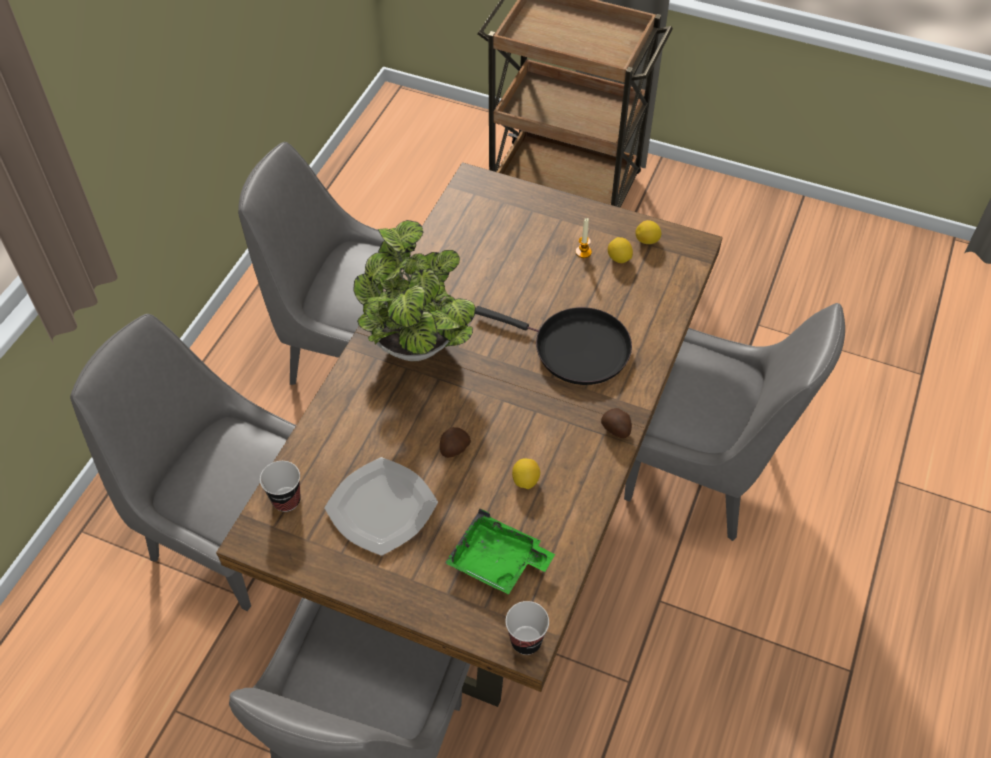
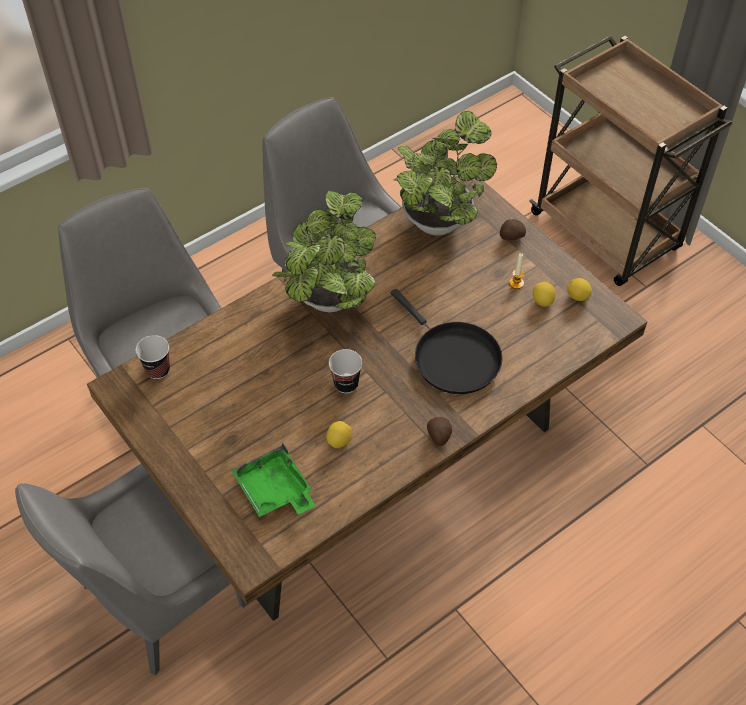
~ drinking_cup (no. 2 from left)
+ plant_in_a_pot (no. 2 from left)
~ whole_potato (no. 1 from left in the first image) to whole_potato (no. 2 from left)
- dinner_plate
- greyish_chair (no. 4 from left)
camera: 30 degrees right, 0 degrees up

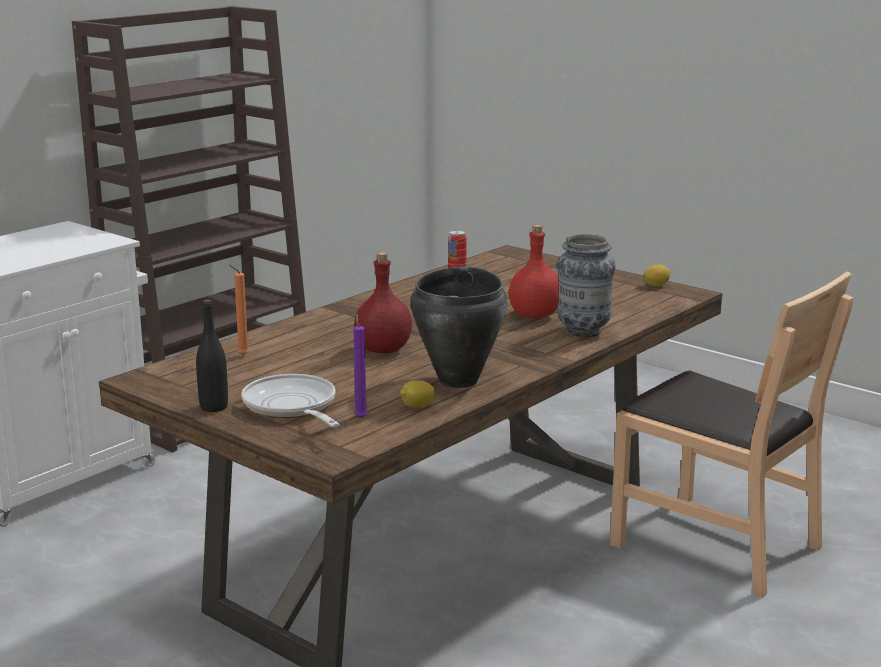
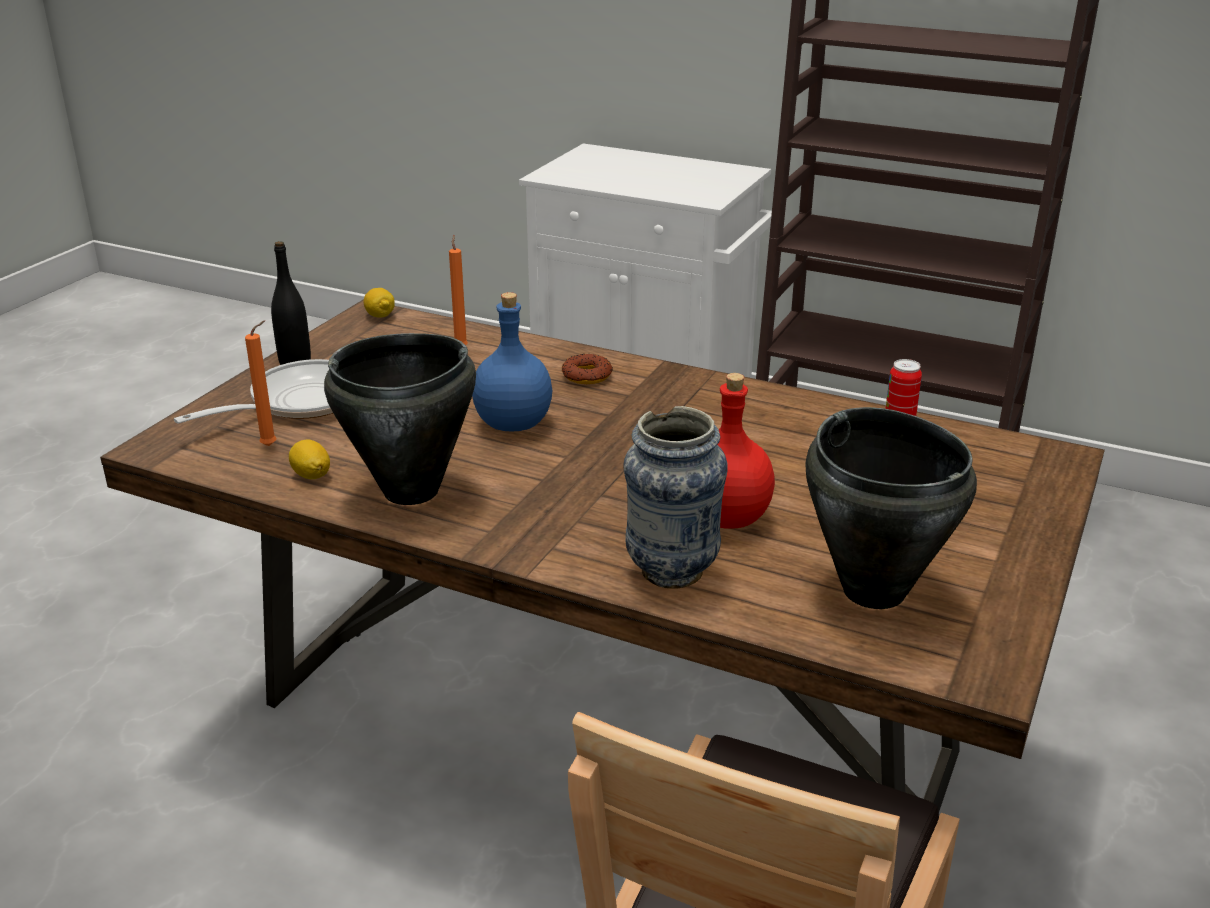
~ purplish_wax_light to orange_wax_light (no. 1 from left)
~ lemon (no. 2 from left)
~ red_beverage_bottle (no. 1 from left) to bluish_beverage_bottle
+ ring_doughnut
+ blackish_saucepot (no. 2 from left)
camera: 75 degrees right, 10 degrees up

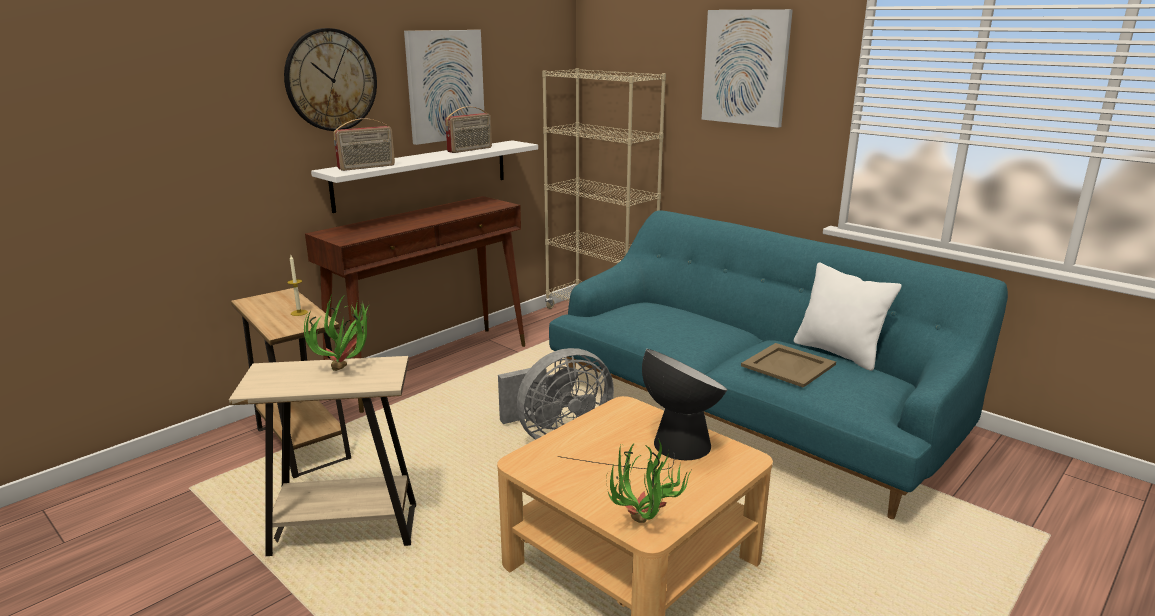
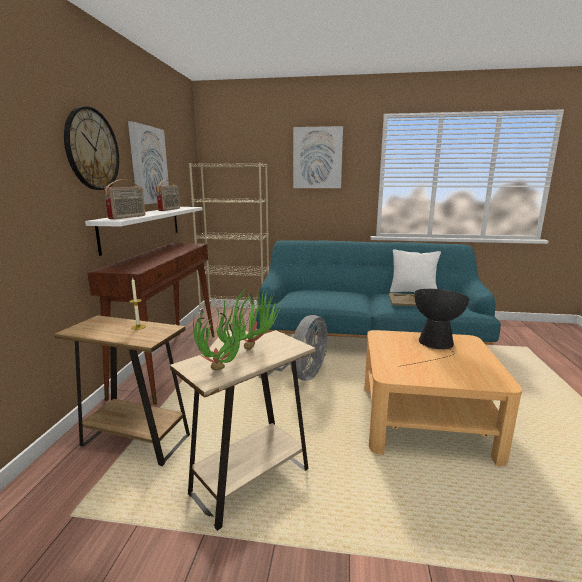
~ plant_in_a_pot (no. 2 from left in the first image) to plant_in_a_pot (no. 1 from left)
camera: 35 degrees left, 5 degrees down

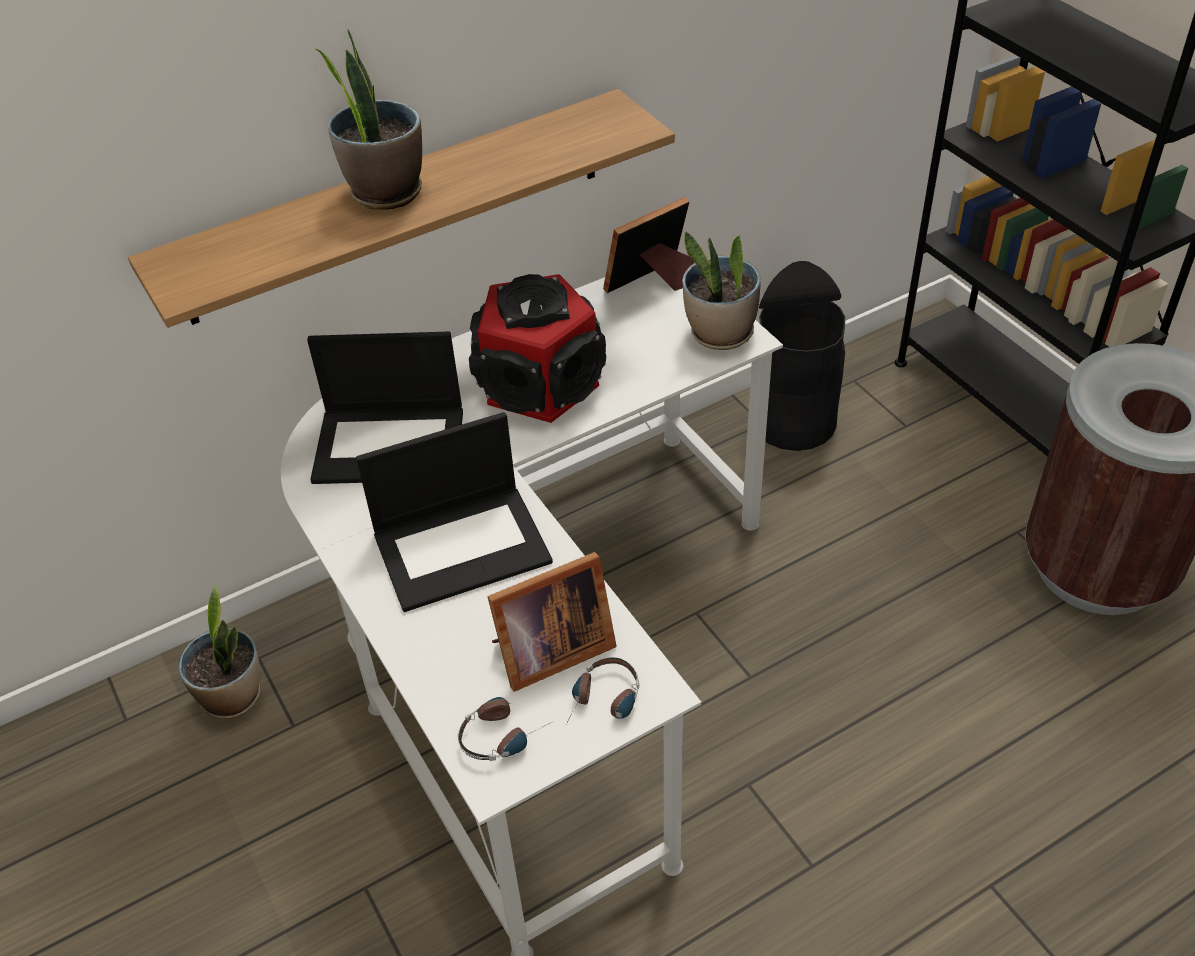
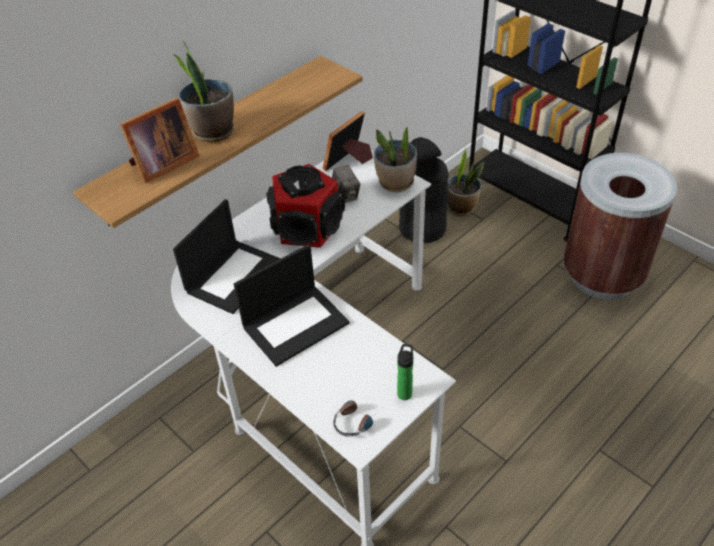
~ photo_frame (no. 1 from left)
~ portable_computer (no. 1 from left) 45 degrees counterclockwise
+ still_camera
~ pair_of_headphones (no. 2 from left) to beverage_bottle
~ plant_in_a_pot (no. 1 from left in the first image) to plant_in_a_pot (no. 3 from left)
camera: 15 degrees left, 0 degrees up

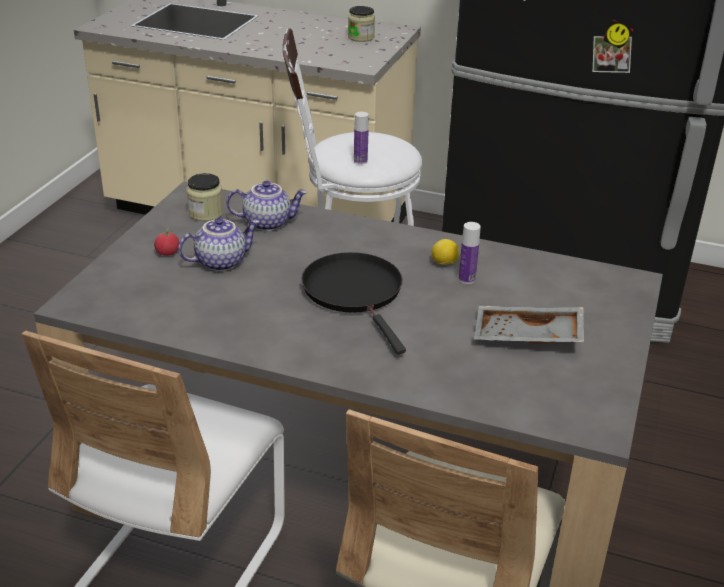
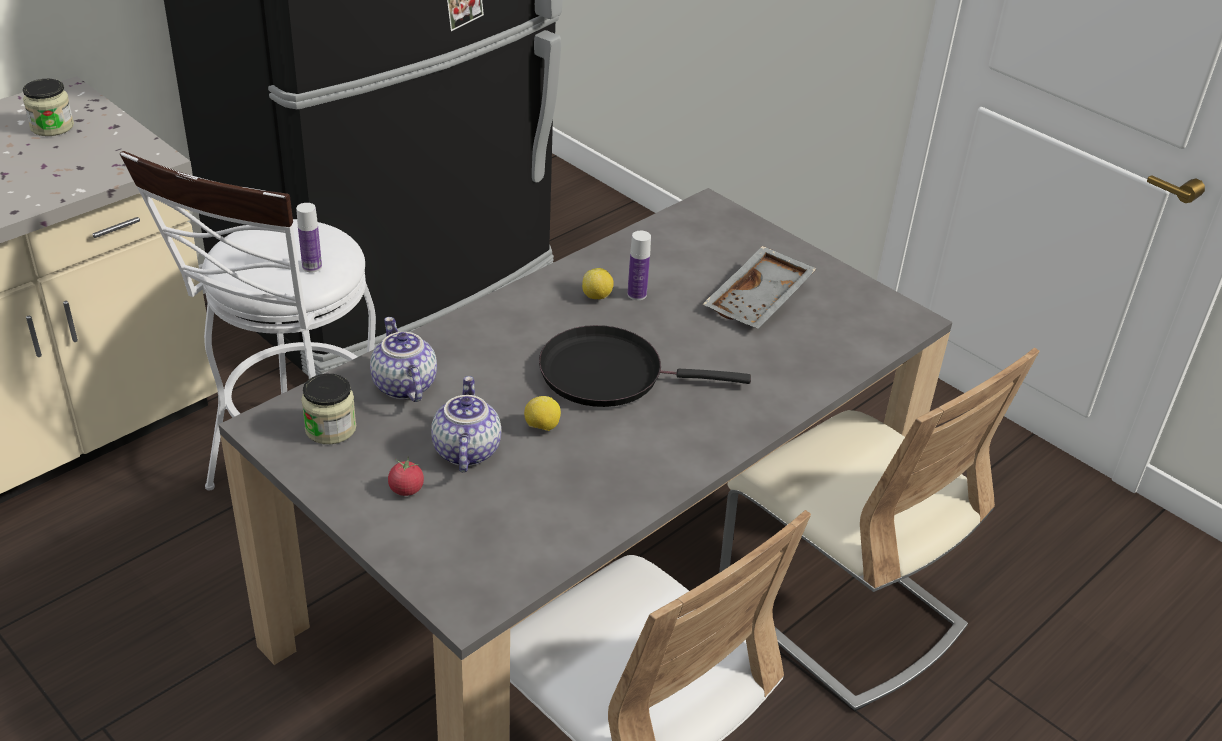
~ teapot (no. 2 from left in the first image) 45 degrees counterclockwise
+ lemon (no. 1 from left)
camera: 65 degrees left, 5 degrees up

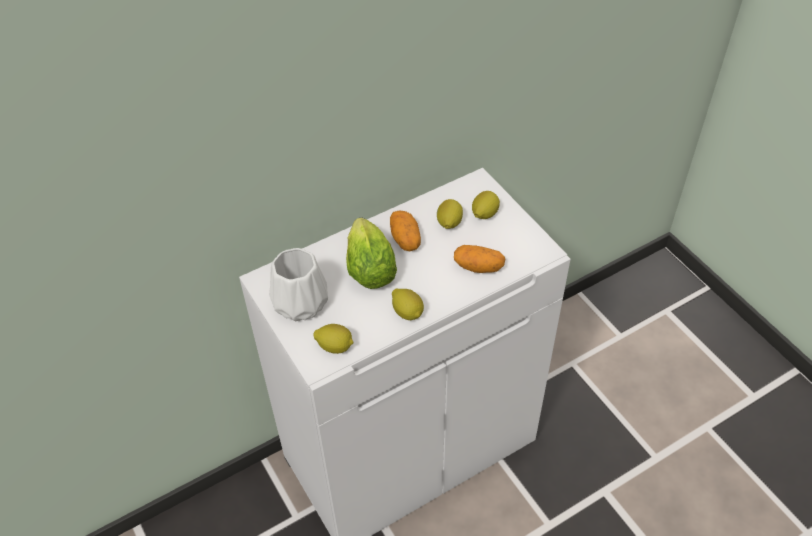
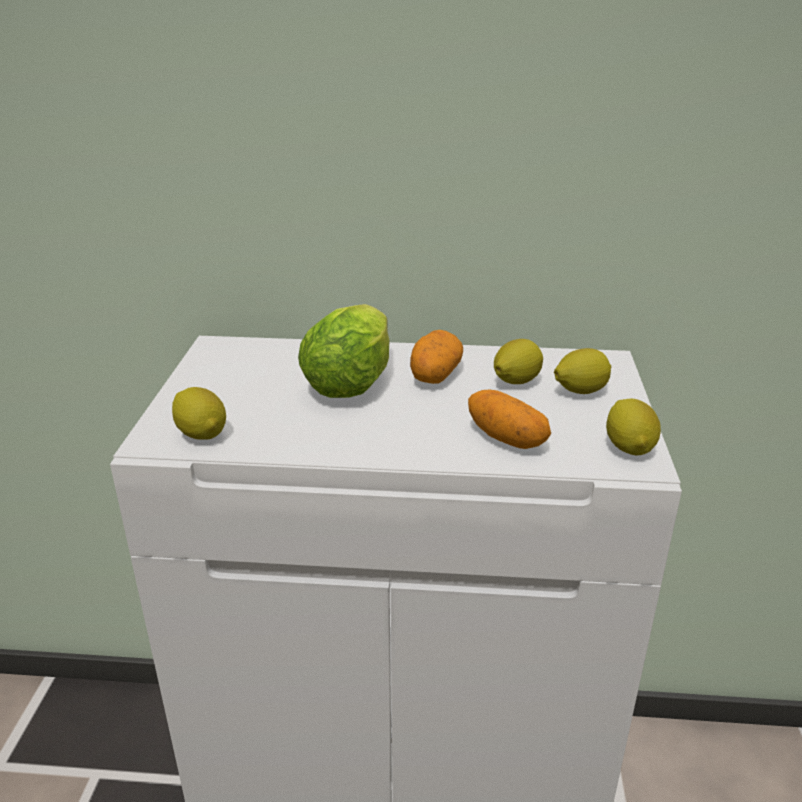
~ lemon (no. 2 from left in the first image) to lemon (no. 4 from left)
- whitish_decorative_vase
camera: 35 degrees right, 20 degrees down

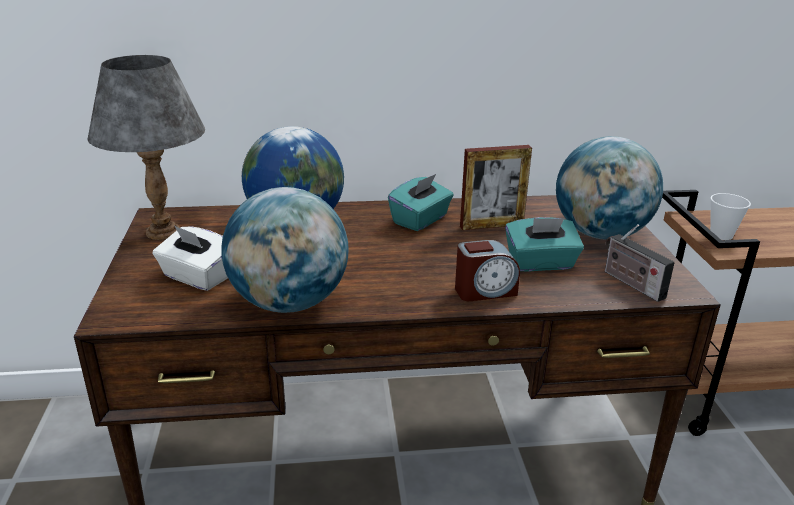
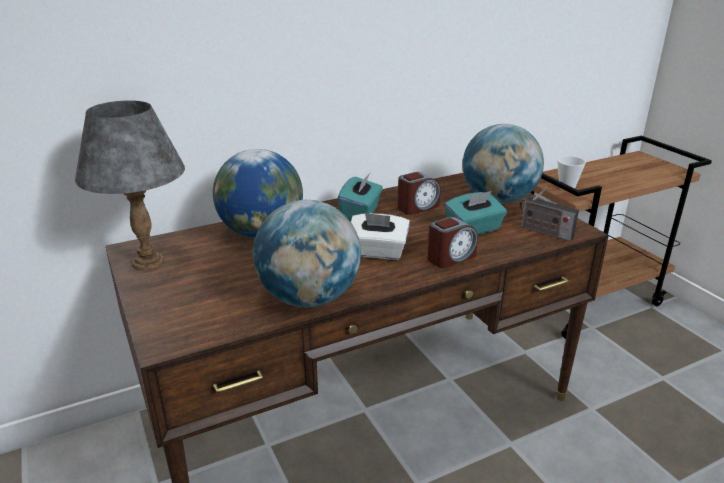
~ whitish_tissue_holder
~ photo_frame to table_clock (no. 1 from left)
camera: 20 degrees left, 0 degrees up

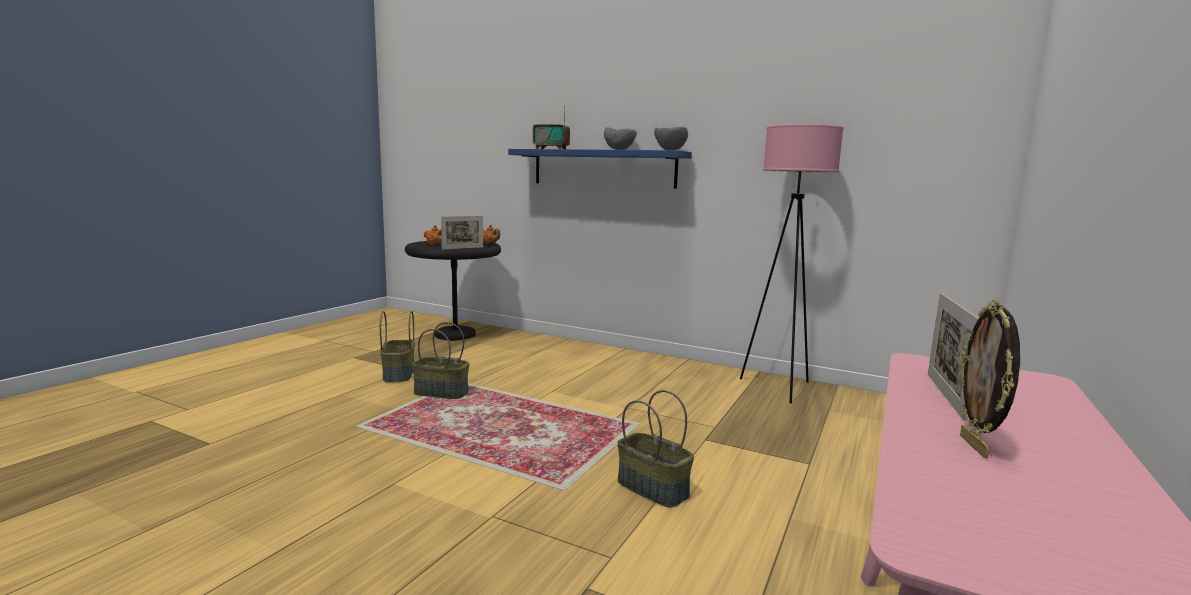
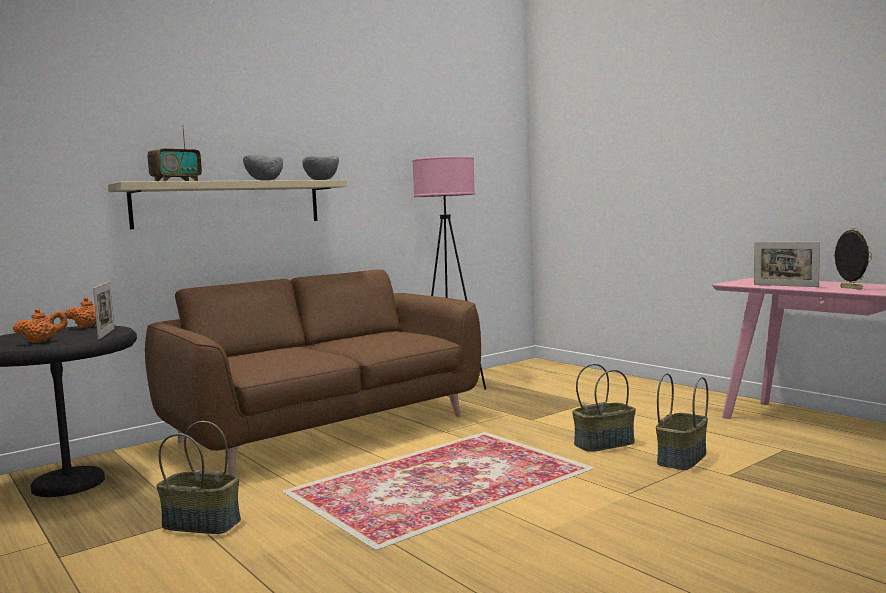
~ bluish_shelf to beige-coloured_shelf
+ brown_settee
~ storage_basket (no. 2 from left in the first image) to storage_basket (no. 3 from left)
~ photo_frame (no. 3 from left) 150 degrees counterclockwise
camera: 65 degrees left, 5 degrees down

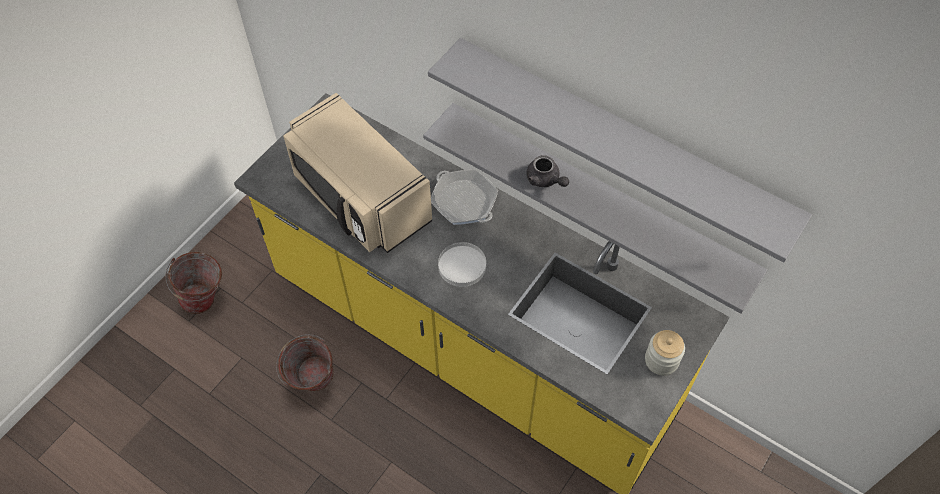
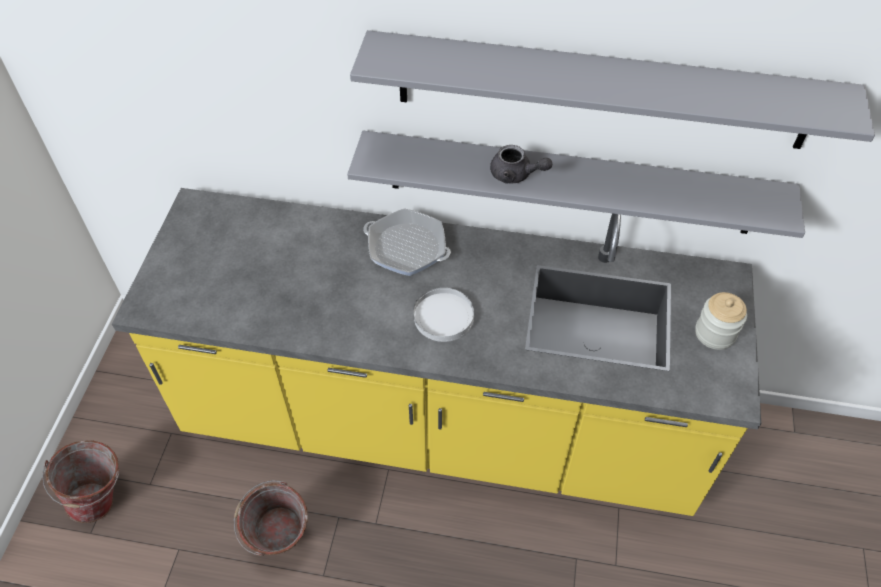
- beige-coloured_microwave_oven
camera: 25 degrees left, 5 degrees down

